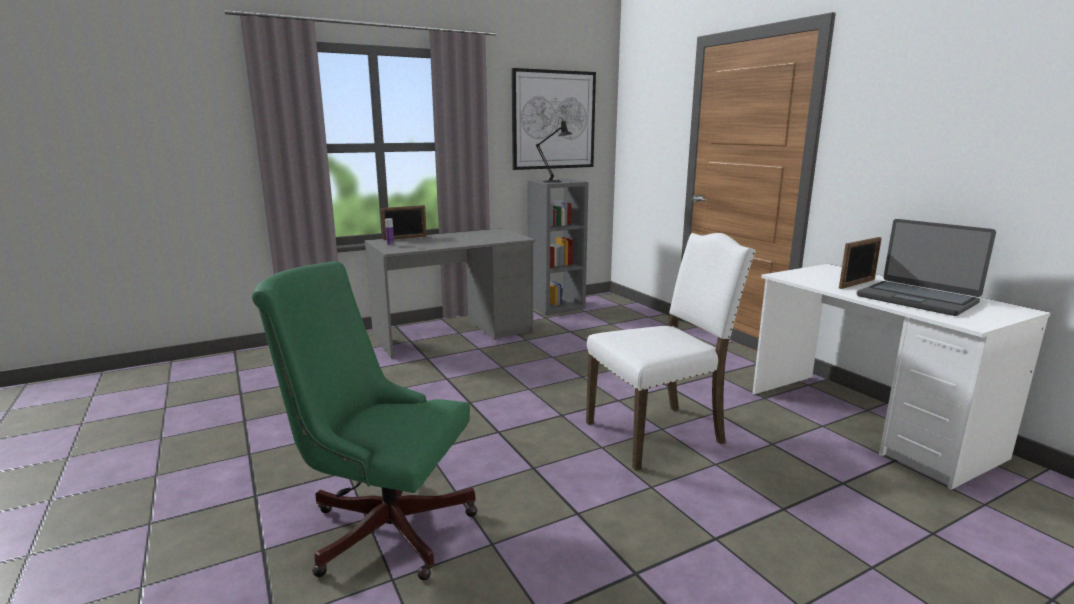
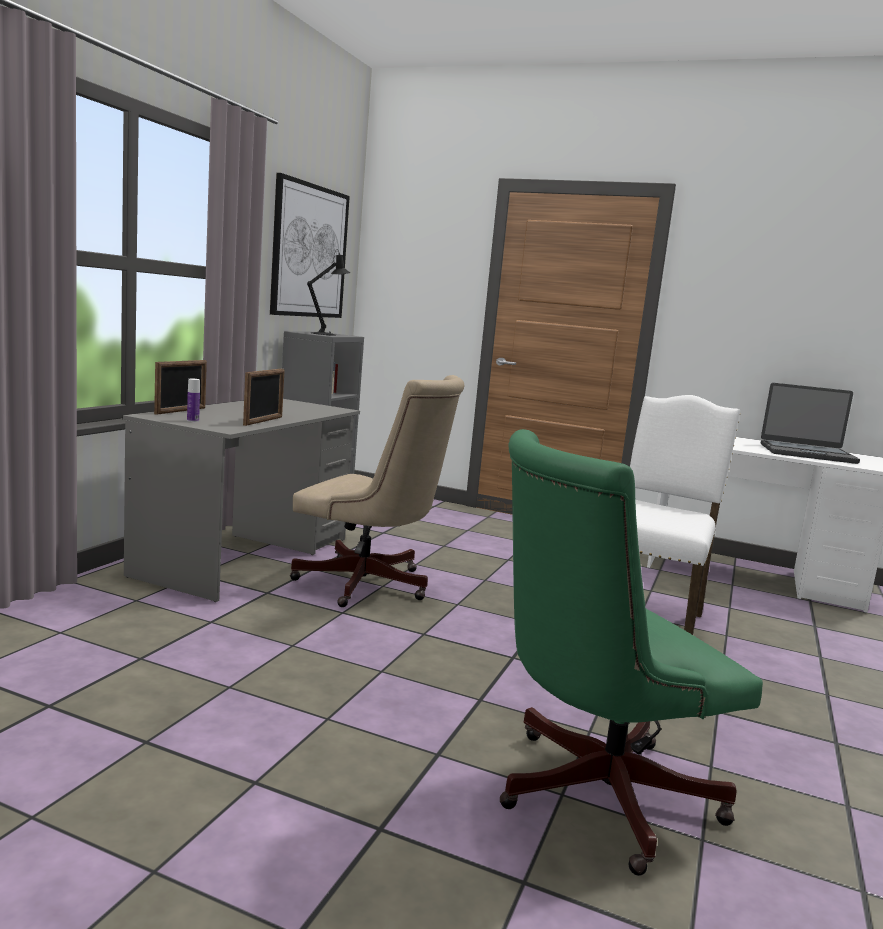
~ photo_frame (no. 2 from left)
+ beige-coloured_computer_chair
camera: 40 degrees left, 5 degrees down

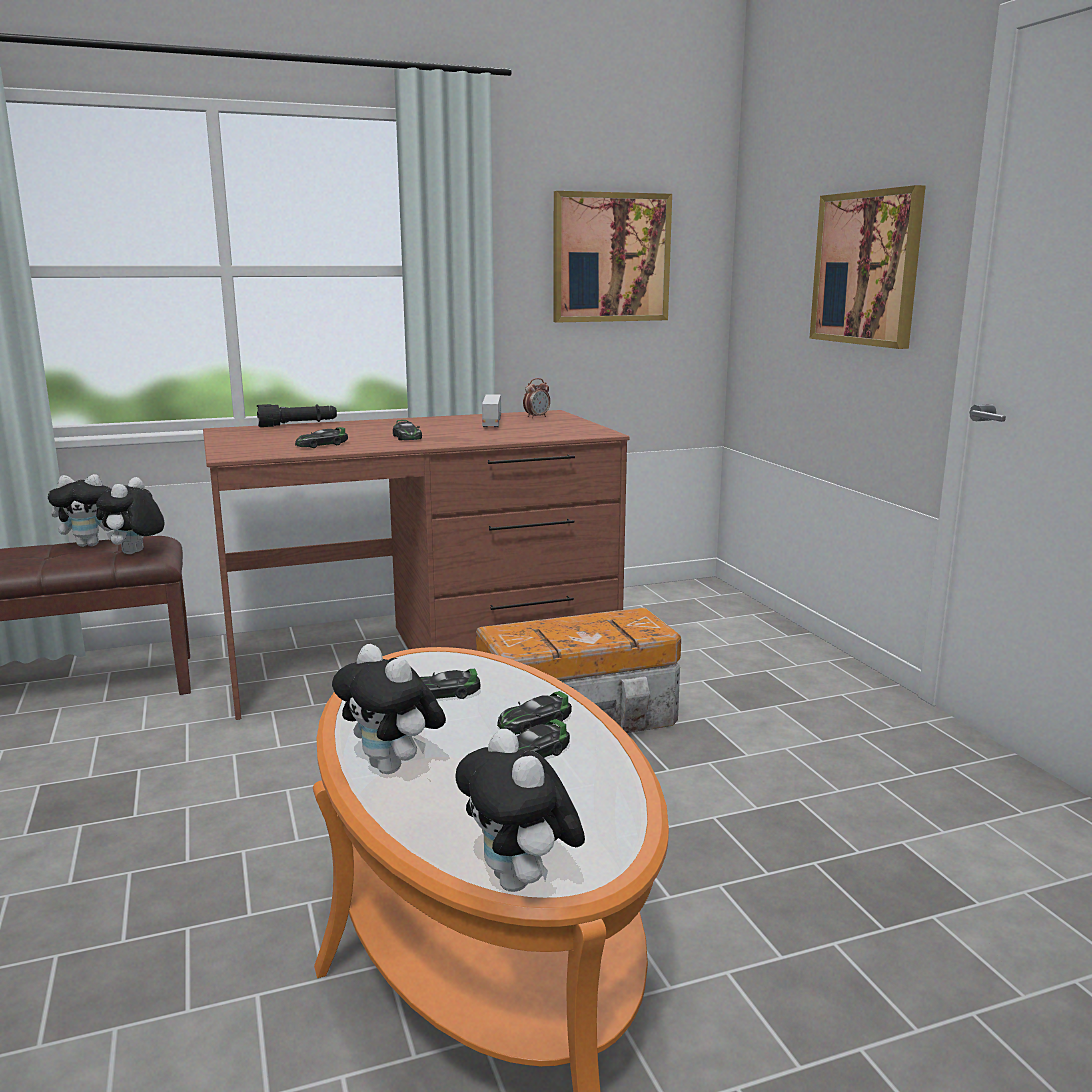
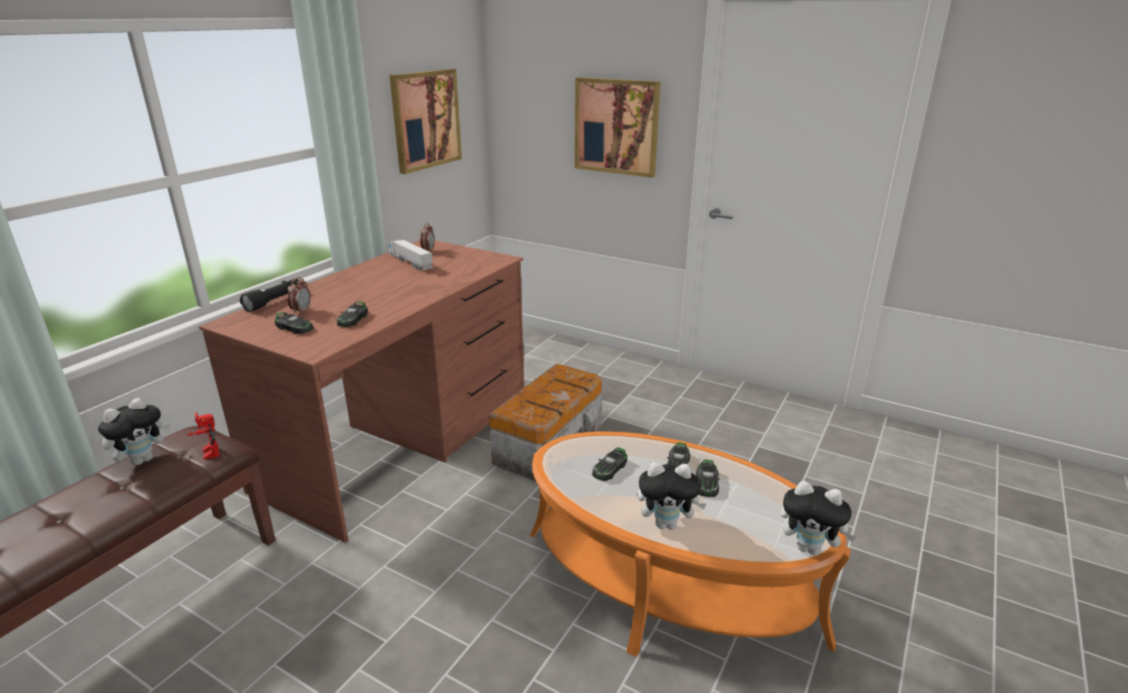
~ soft_toy (no. 2 from left) to robot_figure
~ toy_car (no. 2 from left in the first image) to toy_car (no. 1 from left)
+ table_clock (no. 1 from left)
camera: 40 degrees left, 10 degrees up

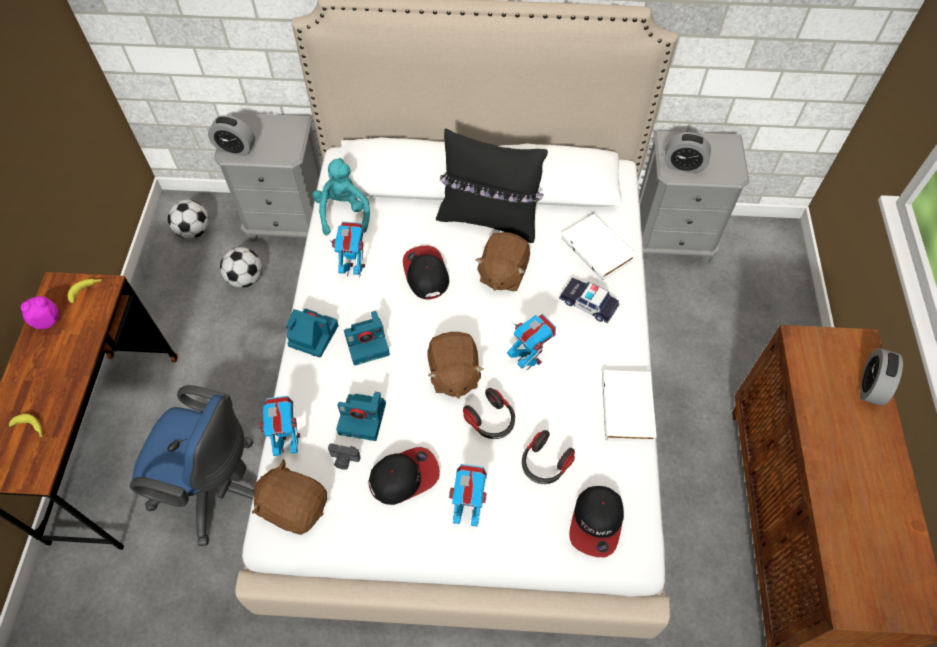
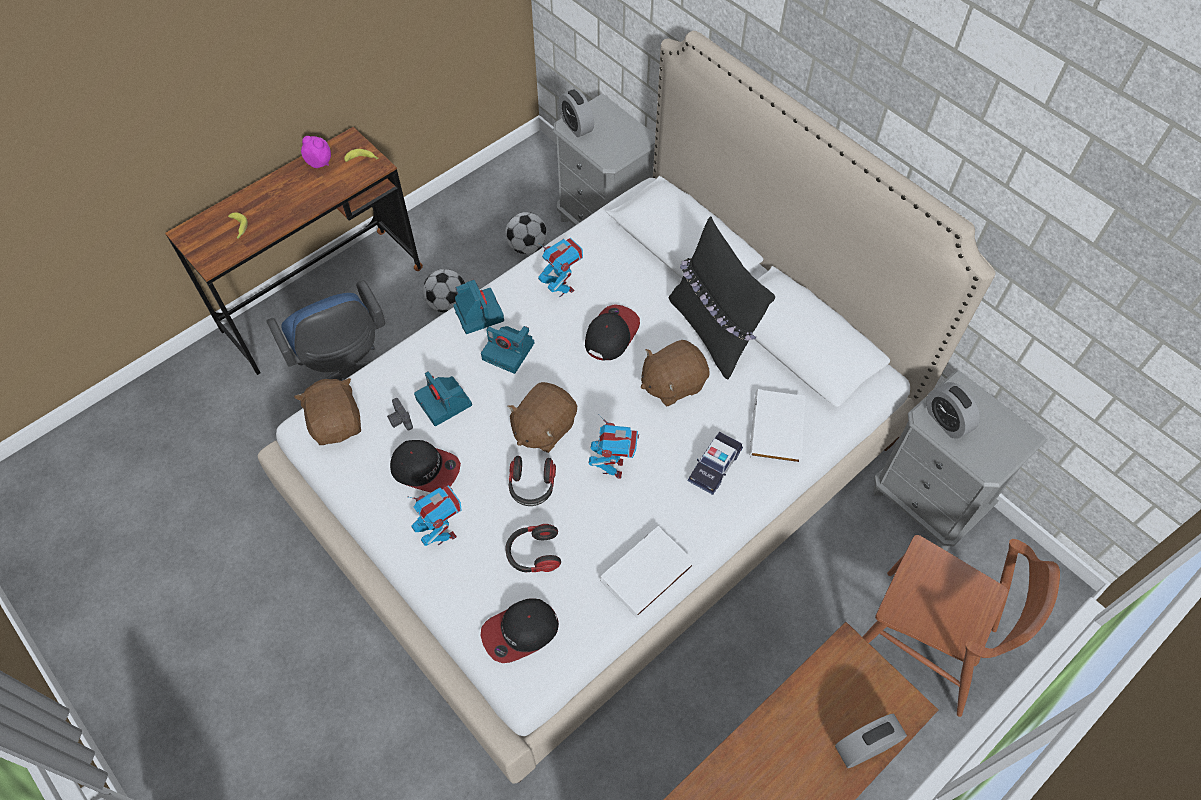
~ football_ball (no. 1 from left)
~ toy_car 135 degrees counterclockwise
+ brown_chair
- robot_figure (no. 1 from left)
- turquoise-coloured_soft_toy
camera: 45 degrees right, 0 degrees up

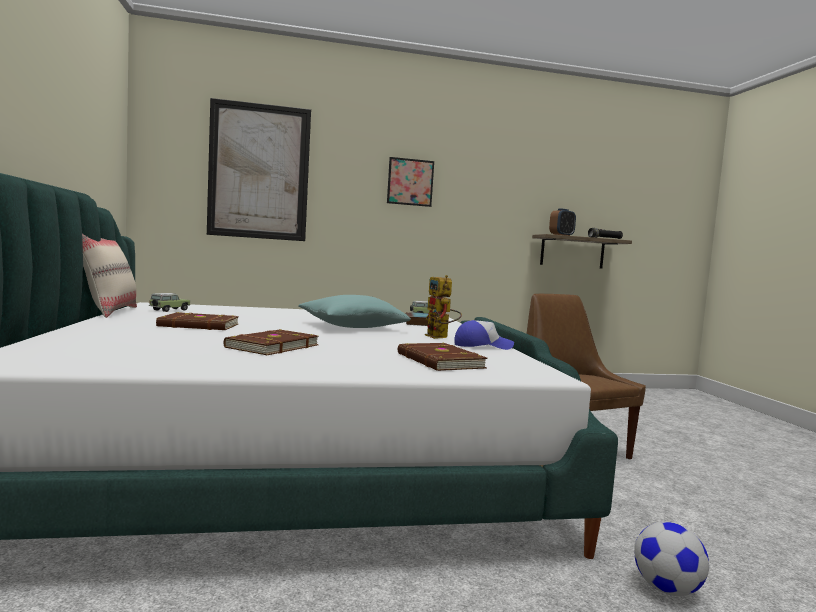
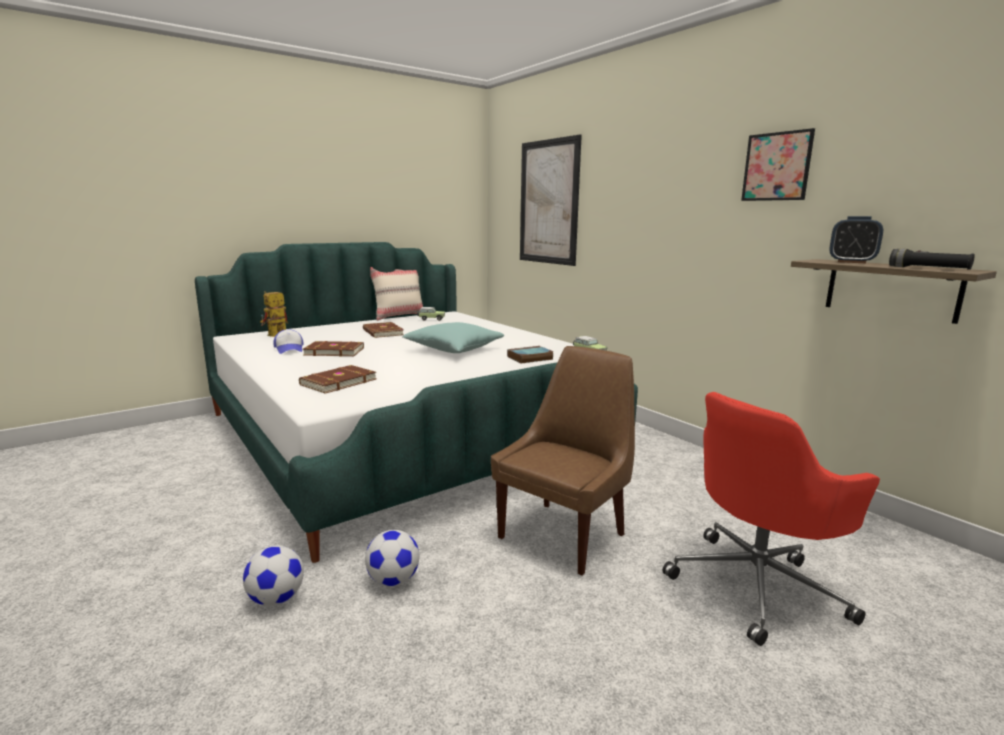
~ robot_figure
~ baseball_cap
+ football_ball (no. 2 from left)
+ red_computer_chair
~ picture (no. 2 from left)
camera: 65 degrees right, 10 degrees up

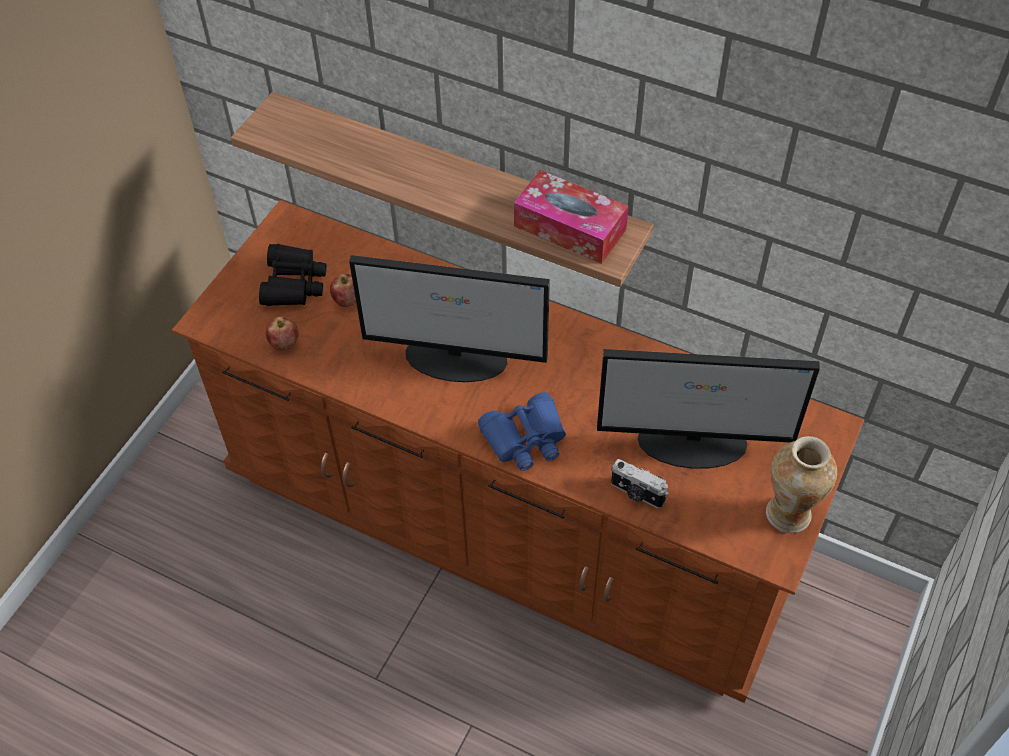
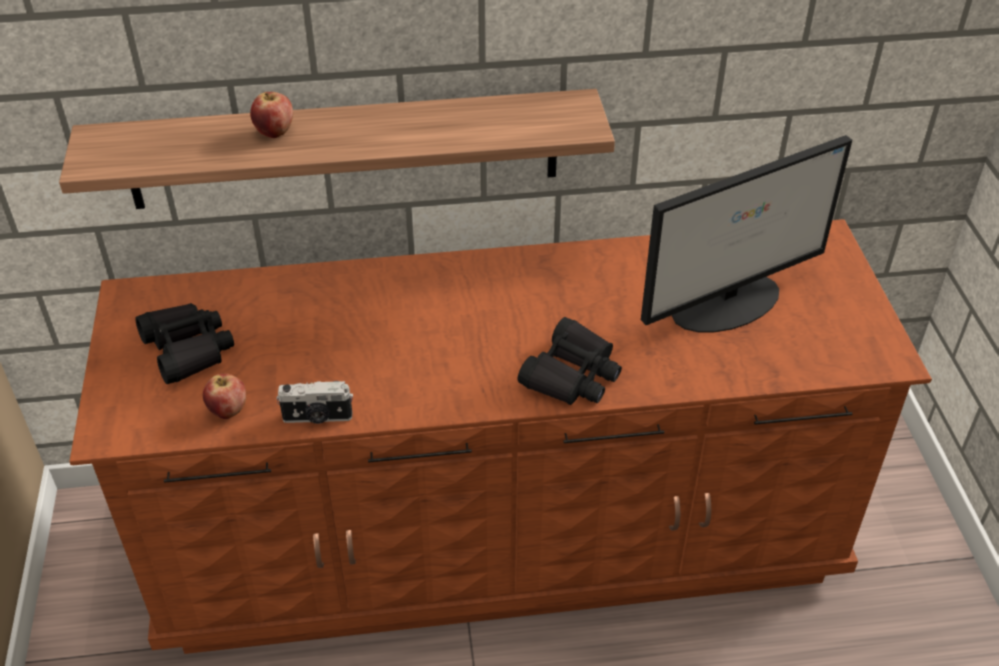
~ whole_apple (no. 2 from left)
~ still_camera
~ bluish_field_glasses to blackish_field_glasses (no. 2 from left)
- monitor (no. 1 from left)
- tissue_holder
- decorative_vase
camera: 35 degrees left, 10 degrees down

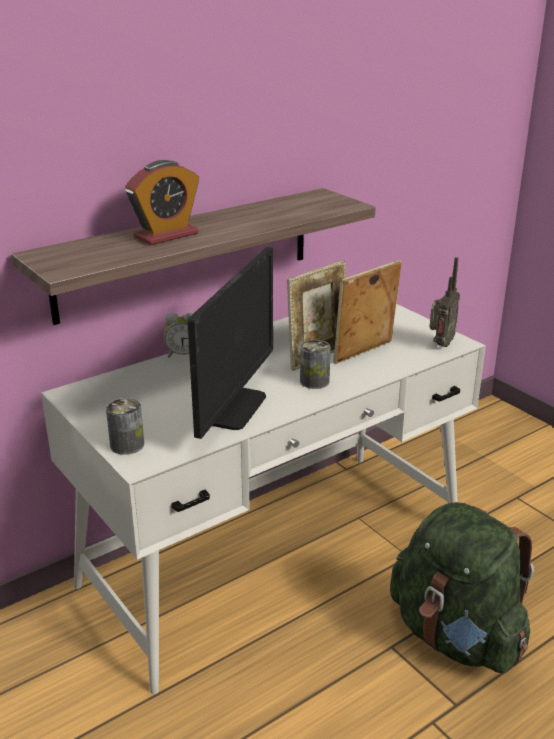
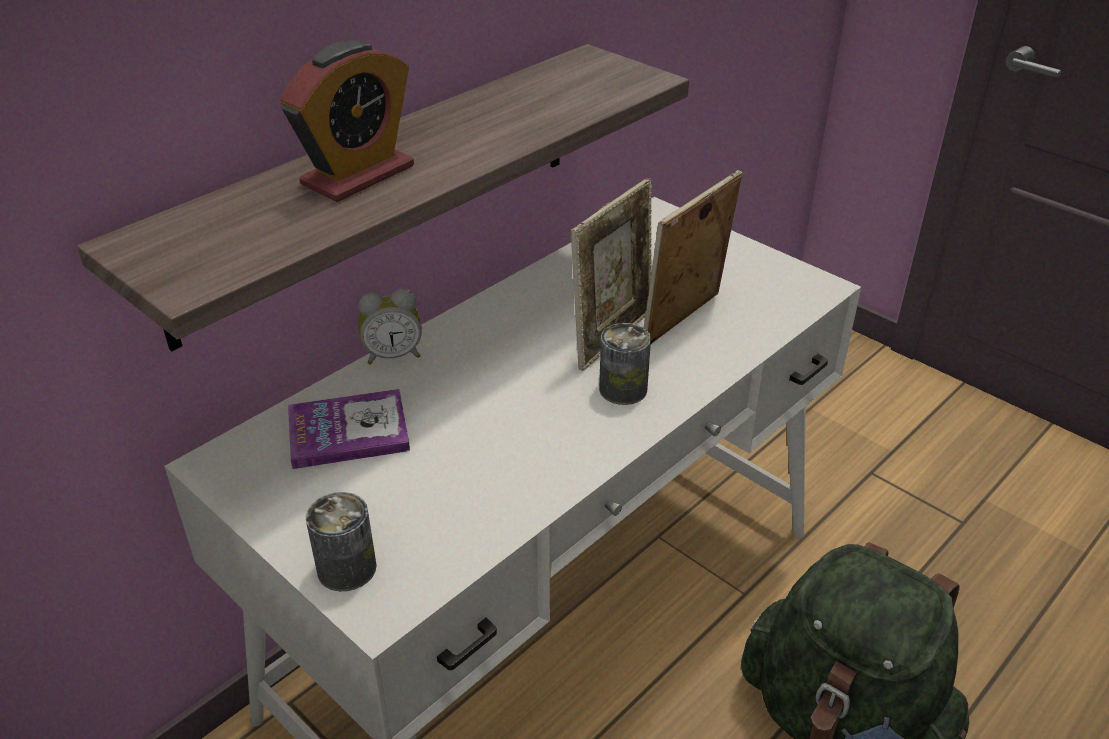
+ book
- monitor
- radio_receiver
camera: 10 degrees left, 10 degrees up

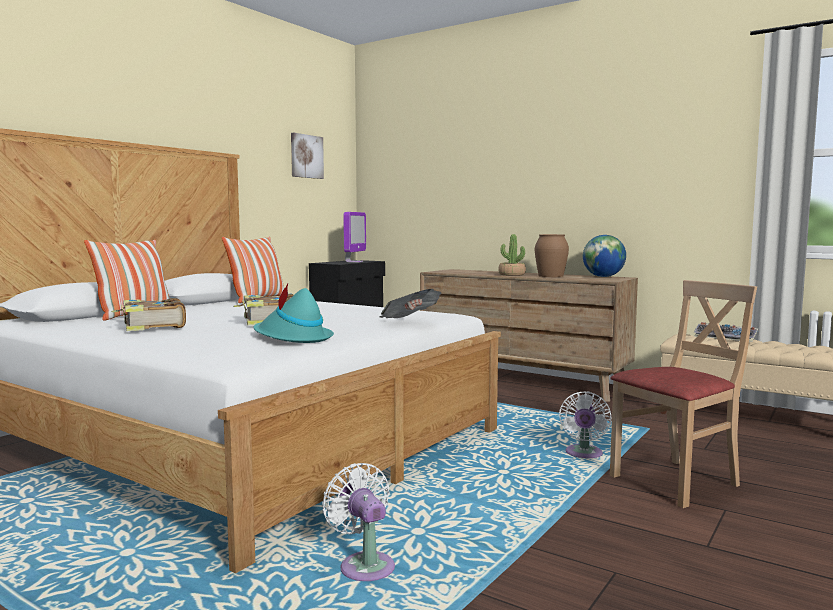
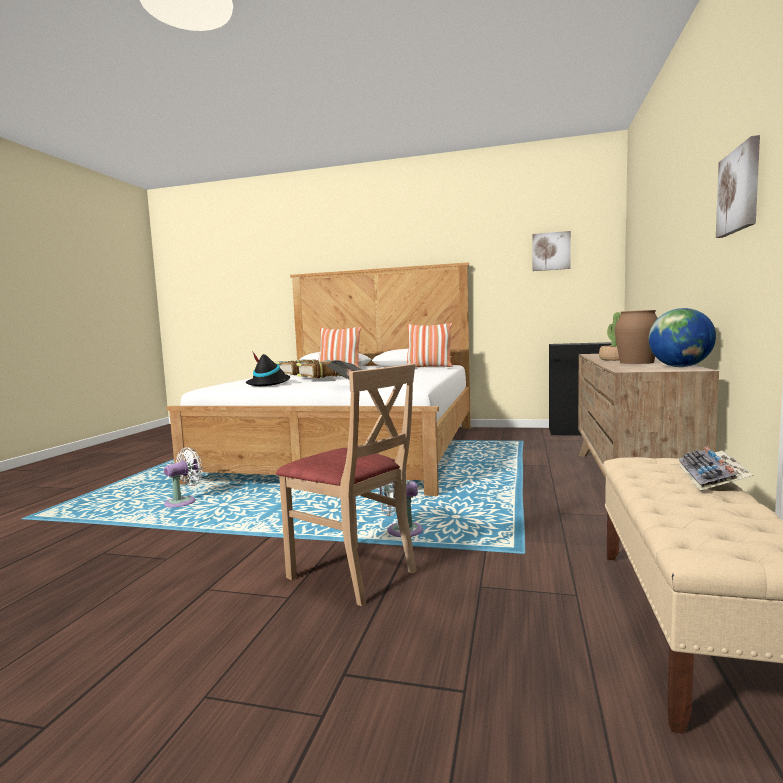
~ turquoise-coloured_clothing_hat to blackish_clothing_hat
+ picture (no. 2 from left)
- monitor
camera: 70 degrees right, 0 degrees up

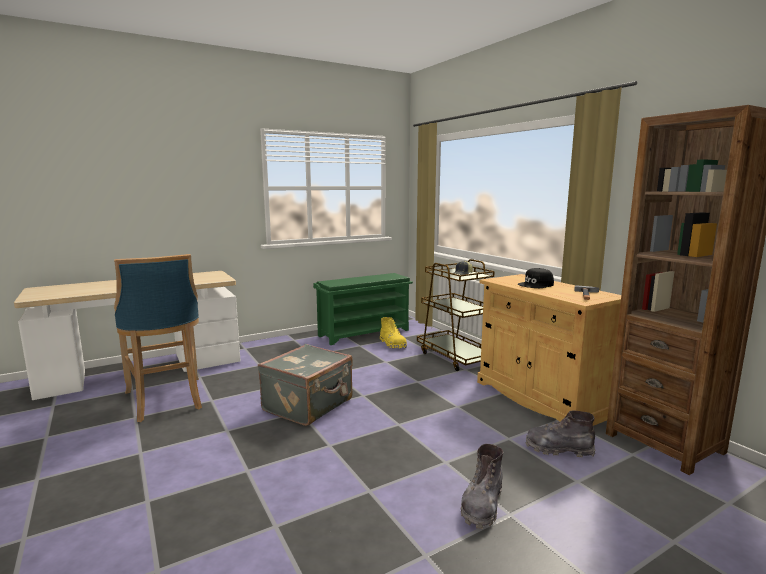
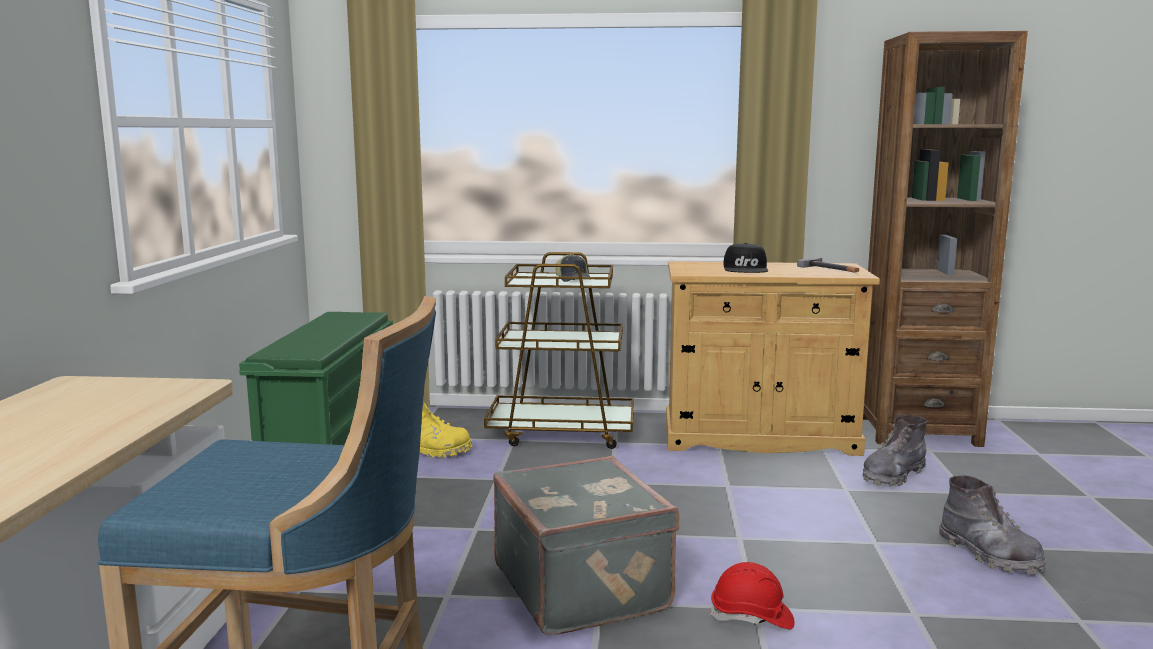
+ red_hard_hat
camera: 55 degrees left, 0 degrees up

